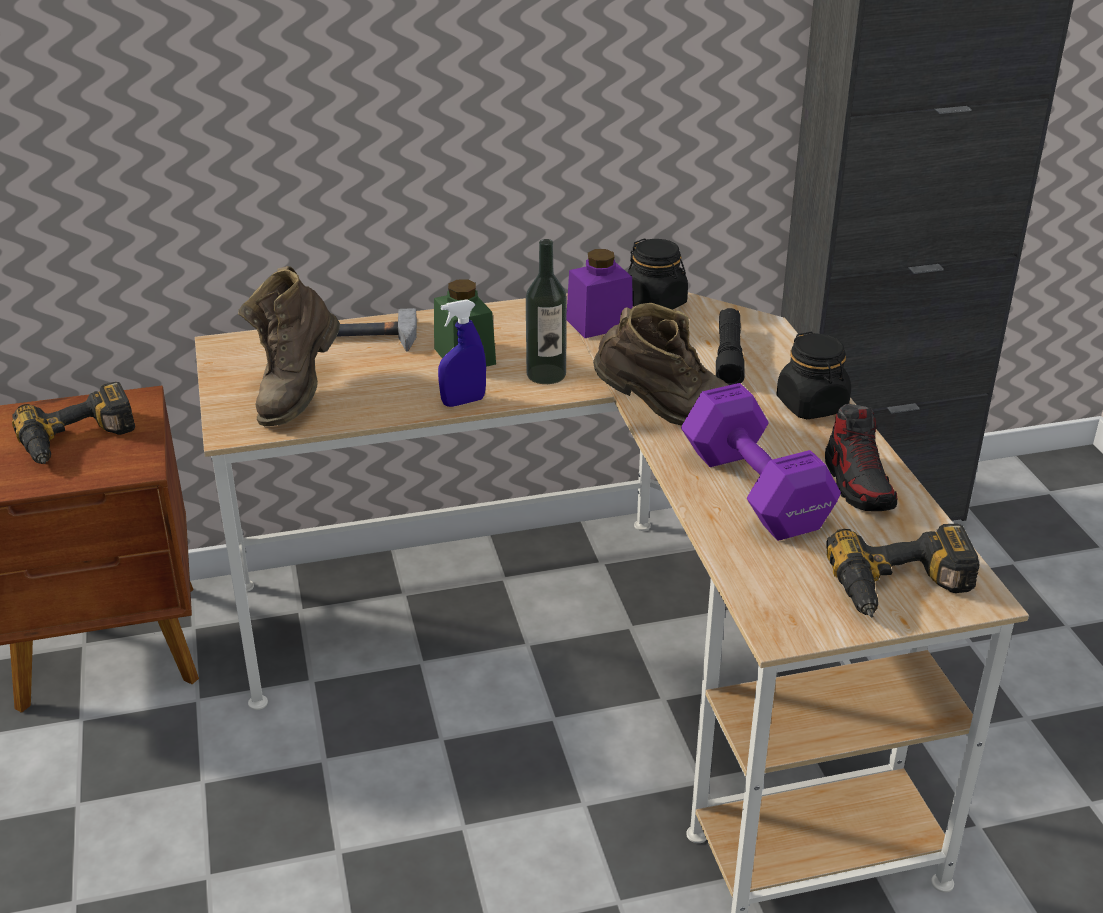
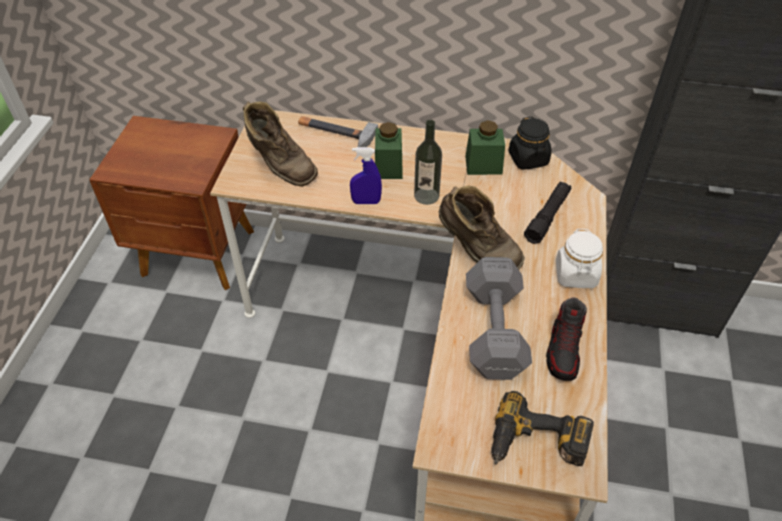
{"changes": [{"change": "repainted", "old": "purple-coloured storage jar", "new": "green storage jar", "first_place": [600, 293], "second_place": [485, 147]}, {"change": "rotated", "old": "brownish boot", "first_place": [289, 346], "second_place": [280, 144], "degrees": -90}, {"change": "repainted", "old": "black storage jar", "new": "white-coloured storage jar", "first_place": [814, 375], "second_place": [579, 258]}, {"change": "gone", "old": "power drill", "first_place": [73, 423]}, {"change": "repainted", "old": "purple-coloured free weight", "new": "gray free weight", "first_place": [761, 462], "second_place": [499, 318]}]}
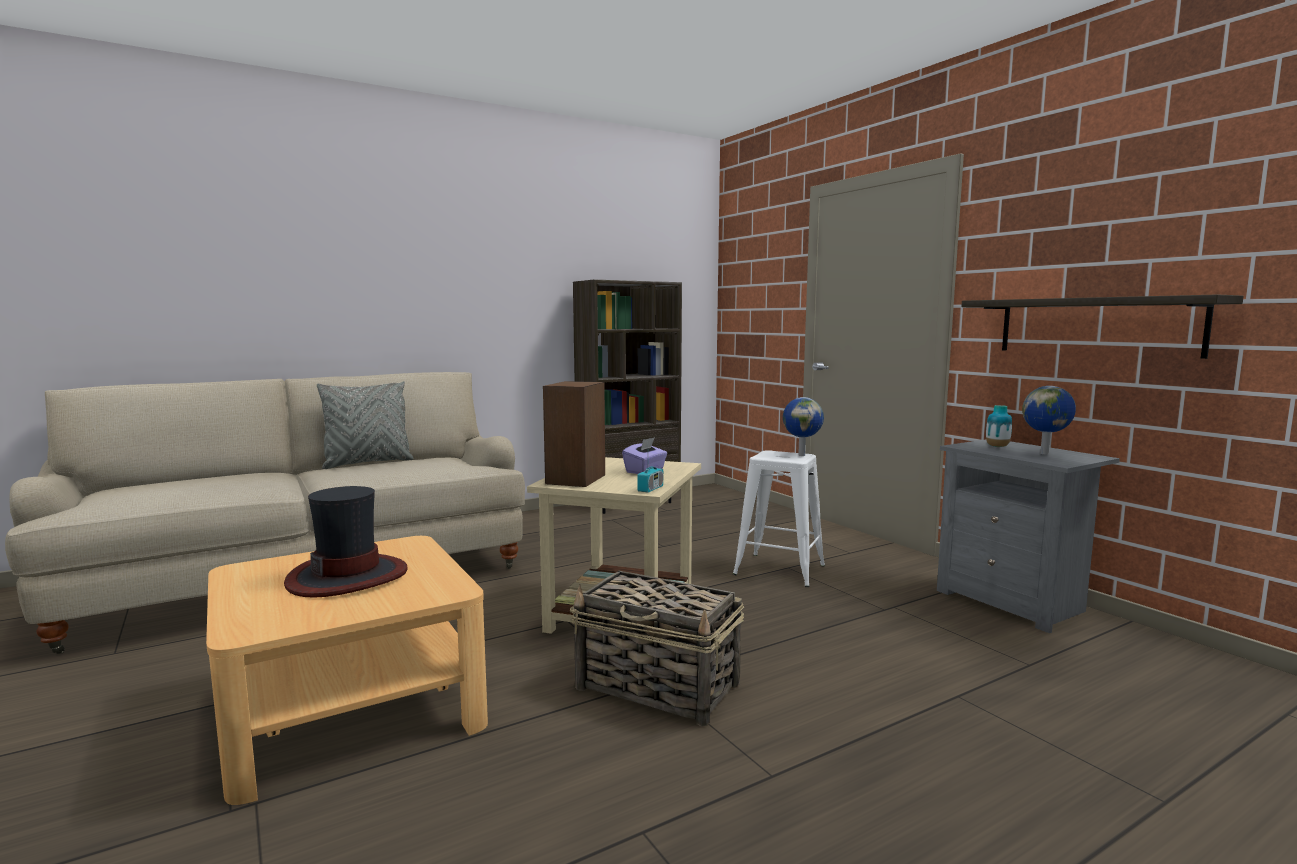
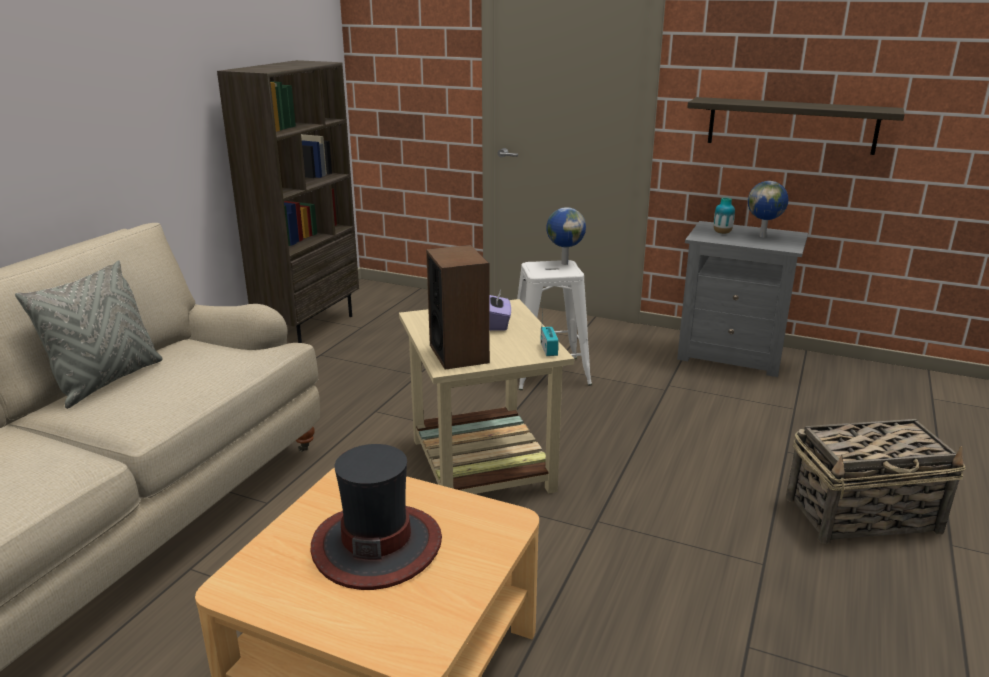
{"changes": [{"change": "shifted", "old": "basket", "first_place": [657, 649], "second_place": [876, 481]}]}
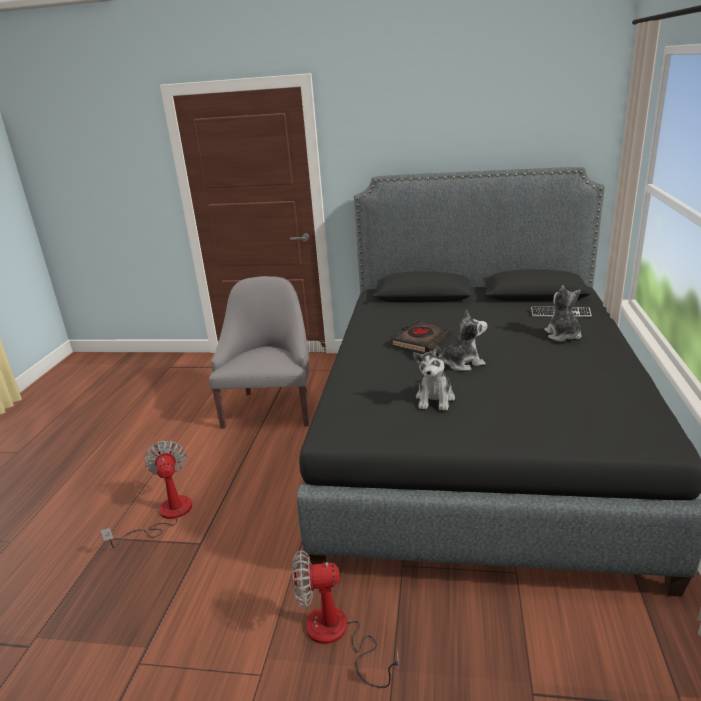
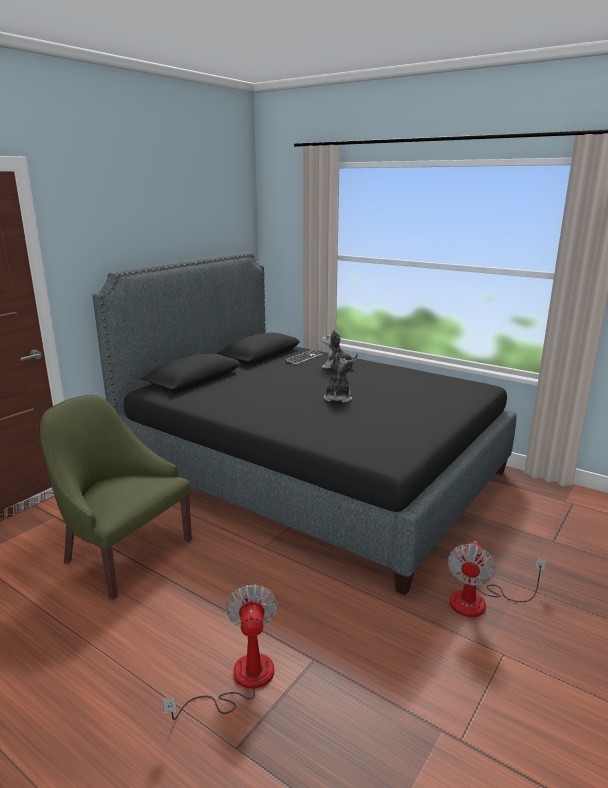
{"changes": [{"change": "repainted", "old": "gray armchair", "new": "green armchair", "first_place": [259, 352], "second_place": [116, 497]}, {"change": "gone", "old": "black book", "first_place": [421, 336]}, {"change": "gone", "old": "cuddly toy", "first_place": [434, 378]}, {"change": "rotated", "old": "cooling fan", "first_place": [146, 494], "second_place": [220, 652], "degrees": 75}]}
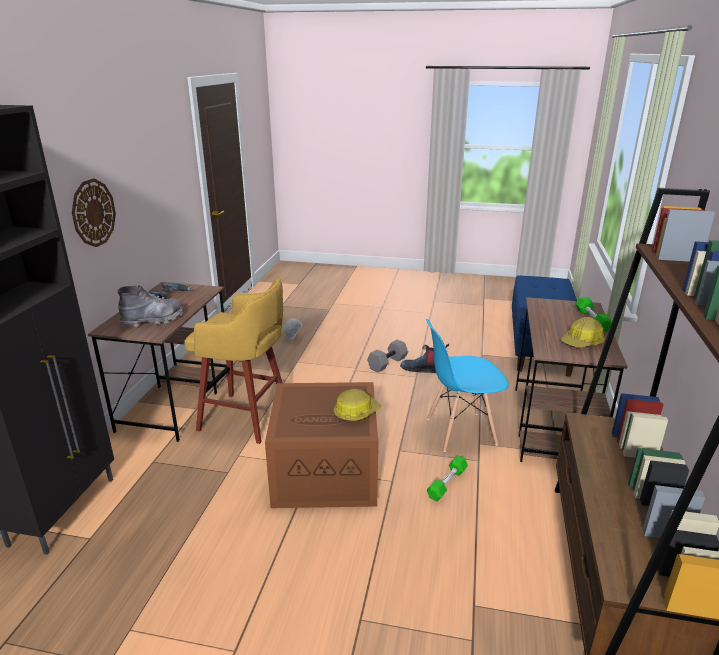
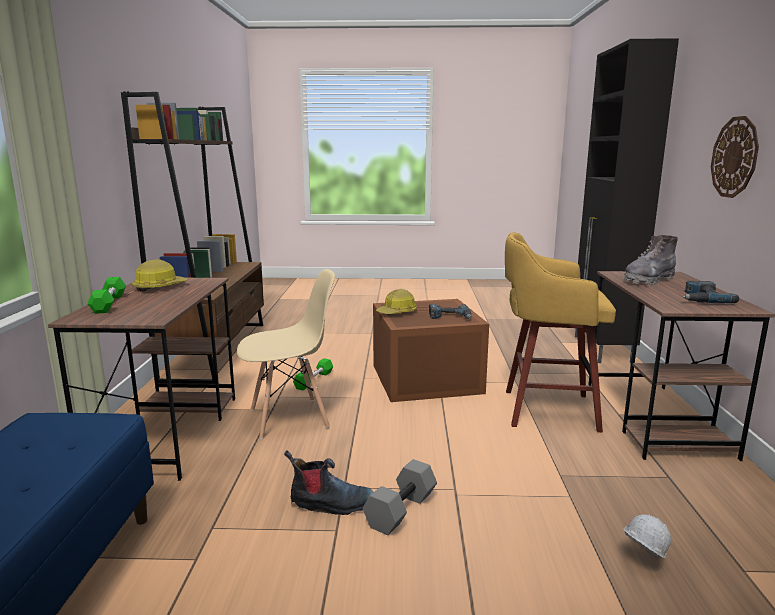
{"changes": [{"change": "repainted", "old": "blue upright chair", "new": "sand-coloured upright chair", "first_place": [467, 385], "second_place": [286, 354]}, {"change": "new", "new": "power drill", "second_place": [450, 311]}]}
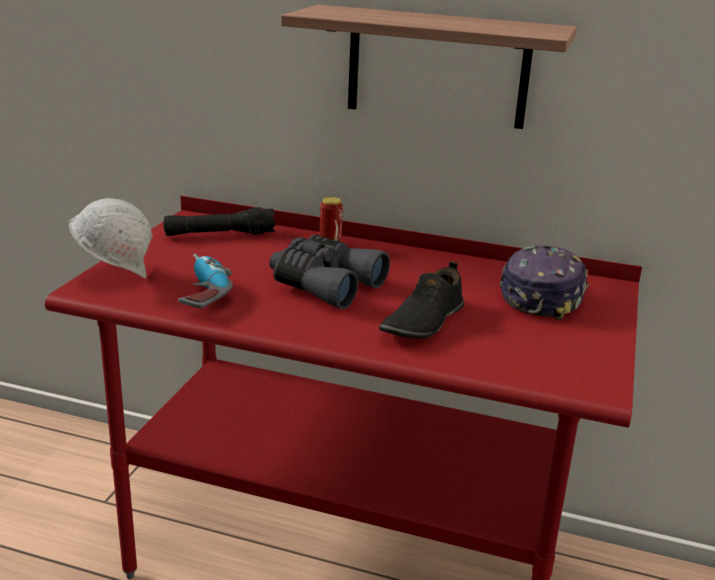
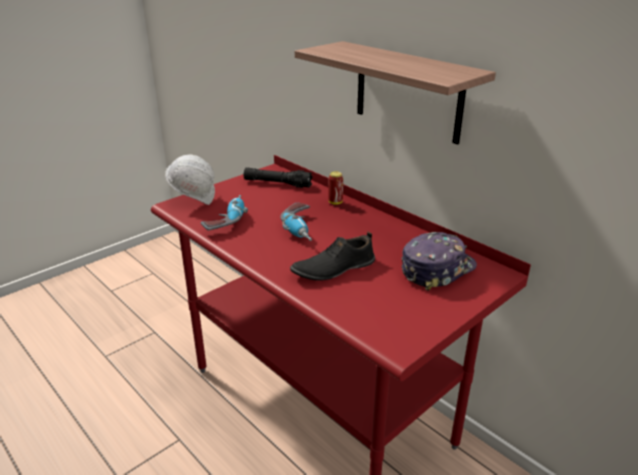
{"changes": [{"change": "swapped", "old": "gray binoculars", "new": "power drill", "first_place": [329, 272], "second_place": [296, 222]}]}
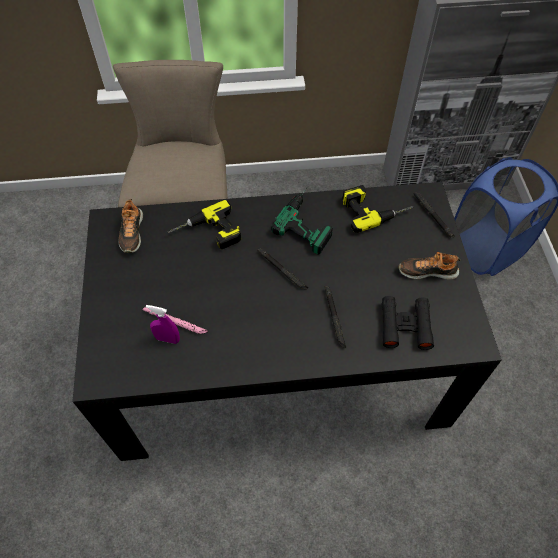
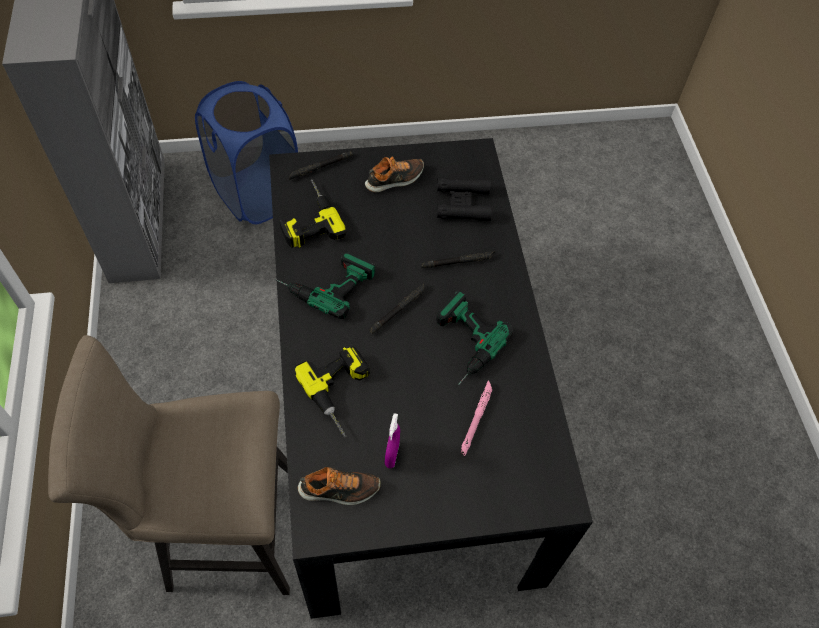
{"changes": [{"change": "rotated", "old": "shoe", "first_place": [429, 266], "second_place": [394, 174], "degrees": -120}, {"change": "shifted", "old": "purple-coloured sprayer", "first_place": [163, 324], "second_place": [392, 440]}, {"change": "new", "new": "power drill", "second_place": [474, 338]}]}
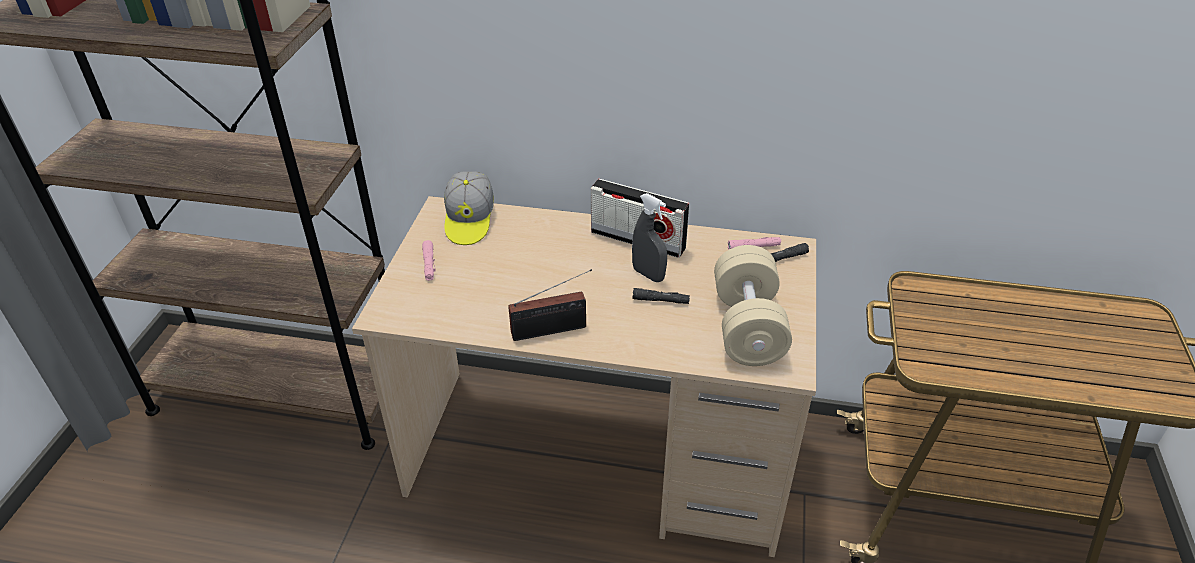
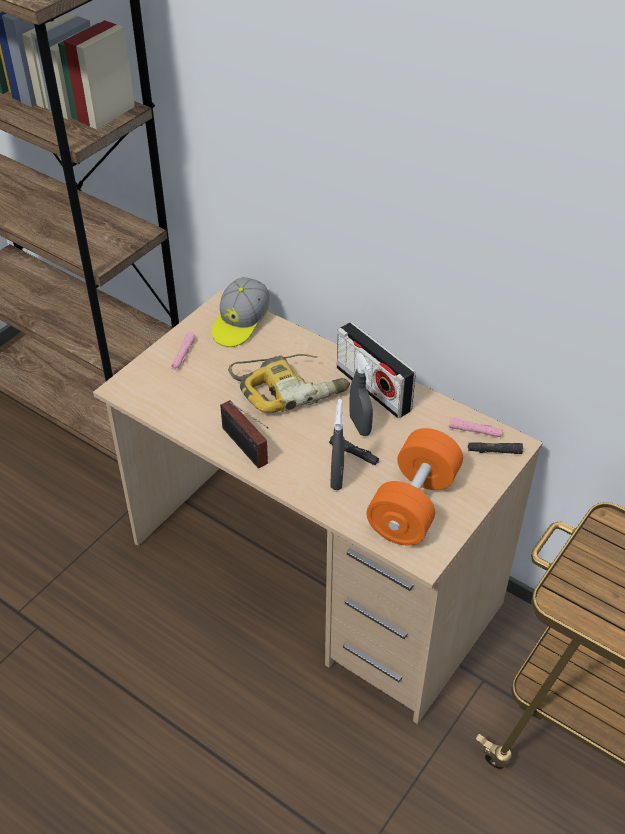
{"changes": [{"change": "repainted", "old": "sand-coloured free weight", "new": "orange-coloured free weight", "first_place": [753, 305], "second_place": [414, 487]}, {"change": "rotated", "old": "radio receiver", "first_place": [550, 305], "second_place": [244, 434], "degrees": 45}, {"change": "new", "new": "power drill", "second_place": [289, 383]}, {"change": "new", "new": "gray sprayer", "second_place": [337, 444]}]}
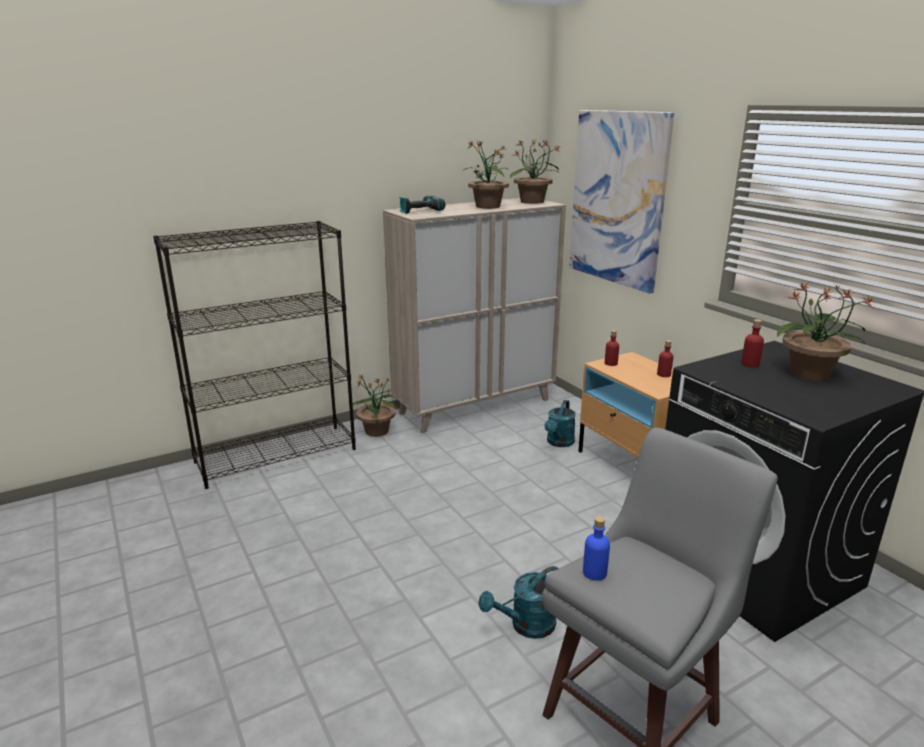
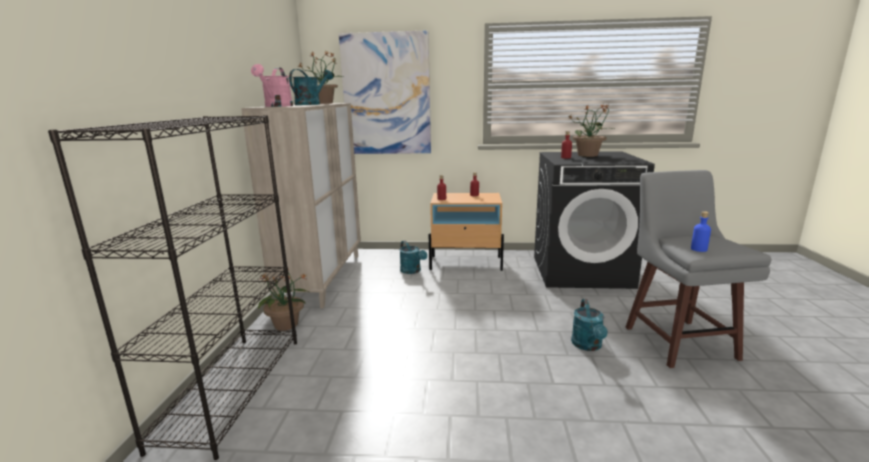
{"changes": [{"change": "swapped", "old": "plant in a pot", "new": "turquoise watering pot", "first_place": [485, 174], "second_place": [311, 87]}, {"change": "swapped", "old": "power drill", "new": "pinkish watering pot", "first_place": [422, 205], "second_place": [272, 85]}]}
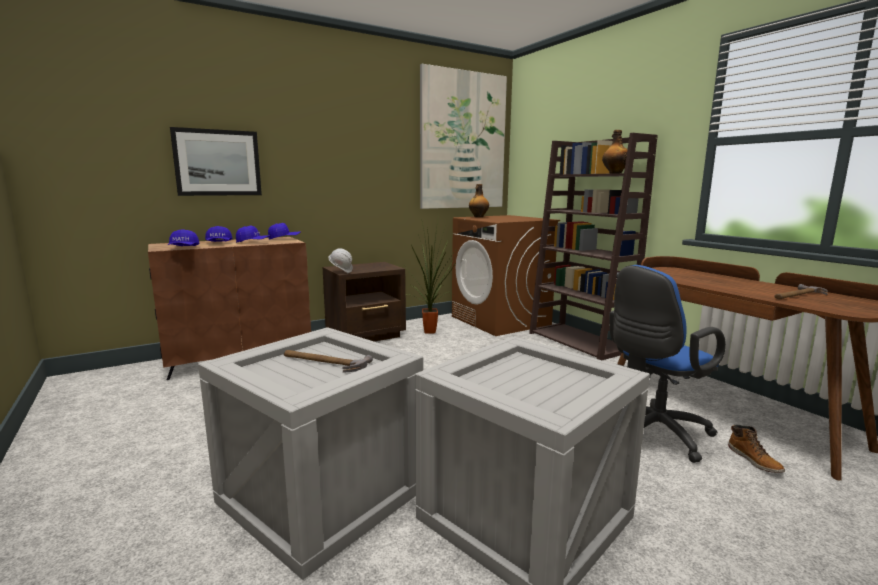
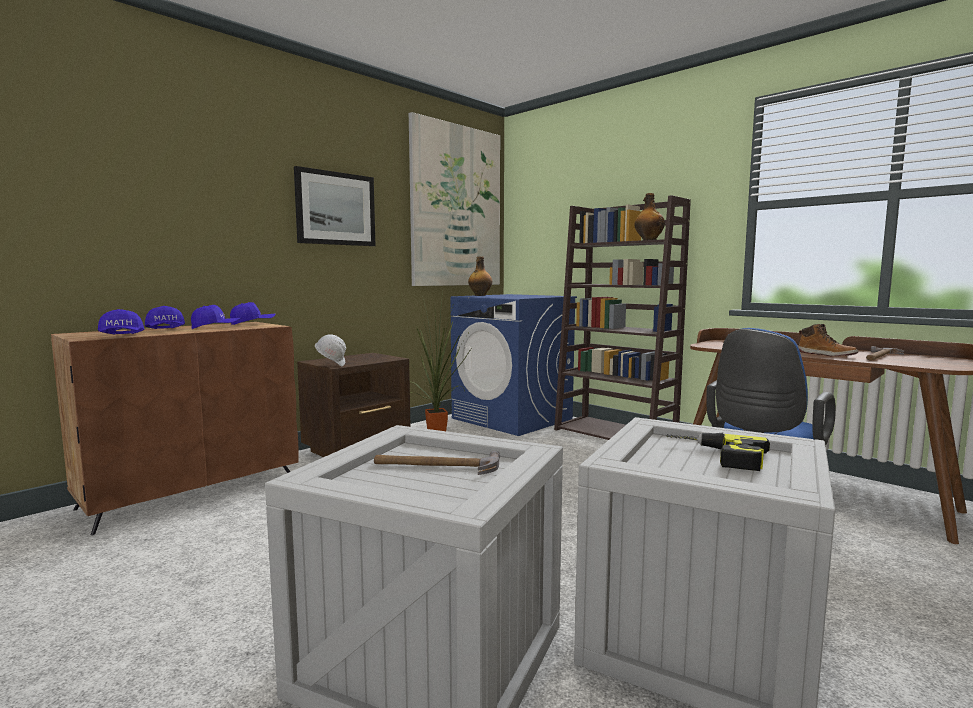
{"changes": [{"change": "shifted", "old": "wall picture", "first_place": [216, 161], "second_place": [335, 206]}, {"change": "repainted", "old": "brownish laundry appliance", "new": "blue laundry appliance", "first_place": [506, 275], "second_place": [513, 365]}, {"change": "shifted", "old": "boot", "first_place": [756, 449], "second_place": [828, 340]}, {"change": "new", "new": "power drill", "second_place": [718, 452]}]}
